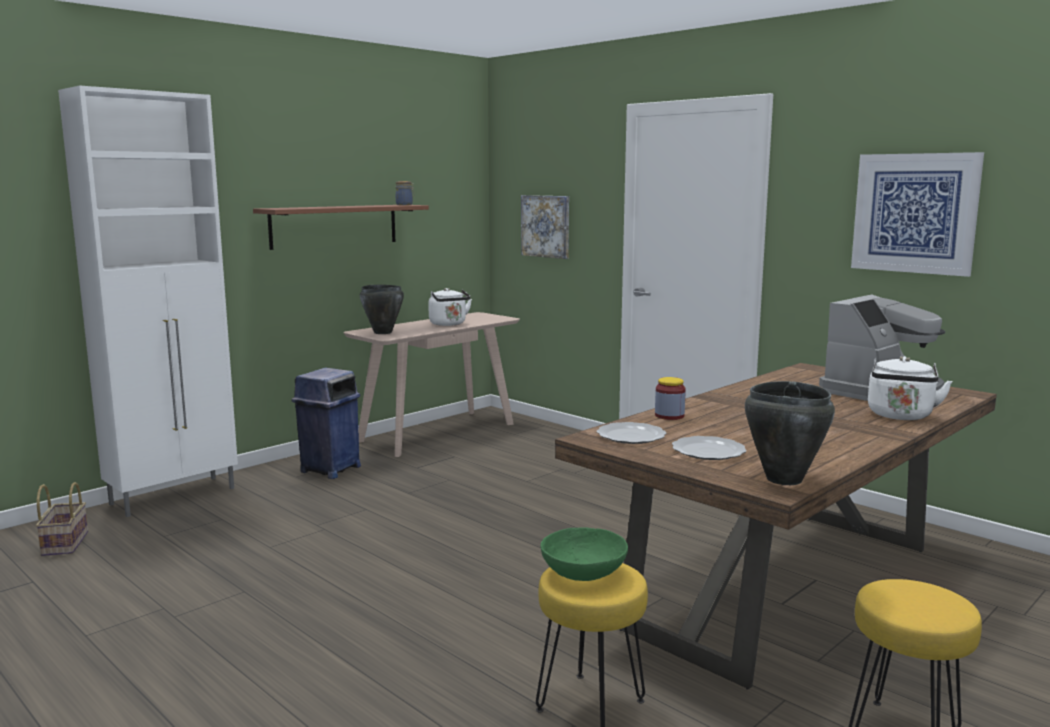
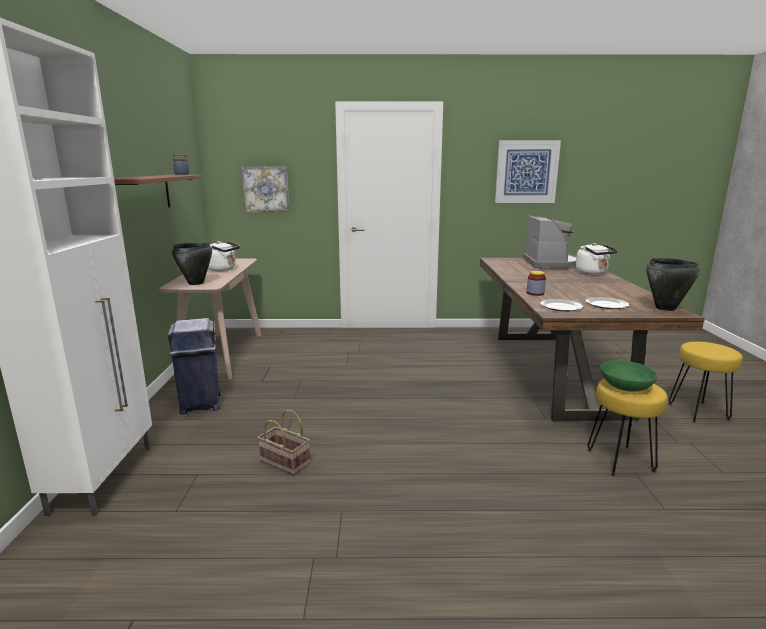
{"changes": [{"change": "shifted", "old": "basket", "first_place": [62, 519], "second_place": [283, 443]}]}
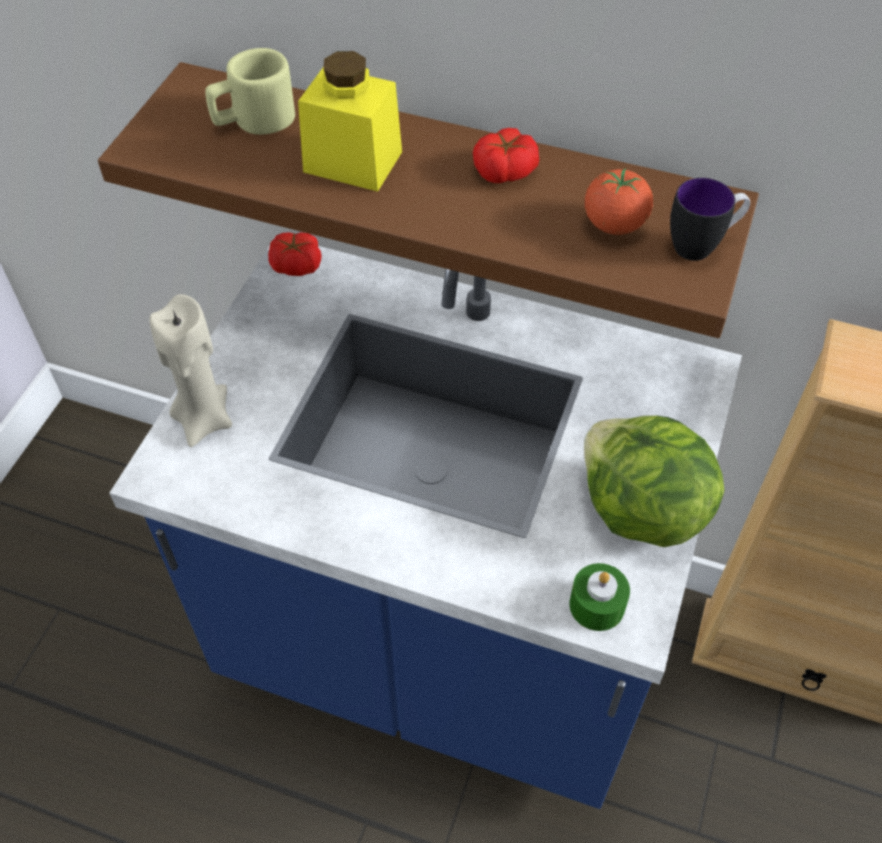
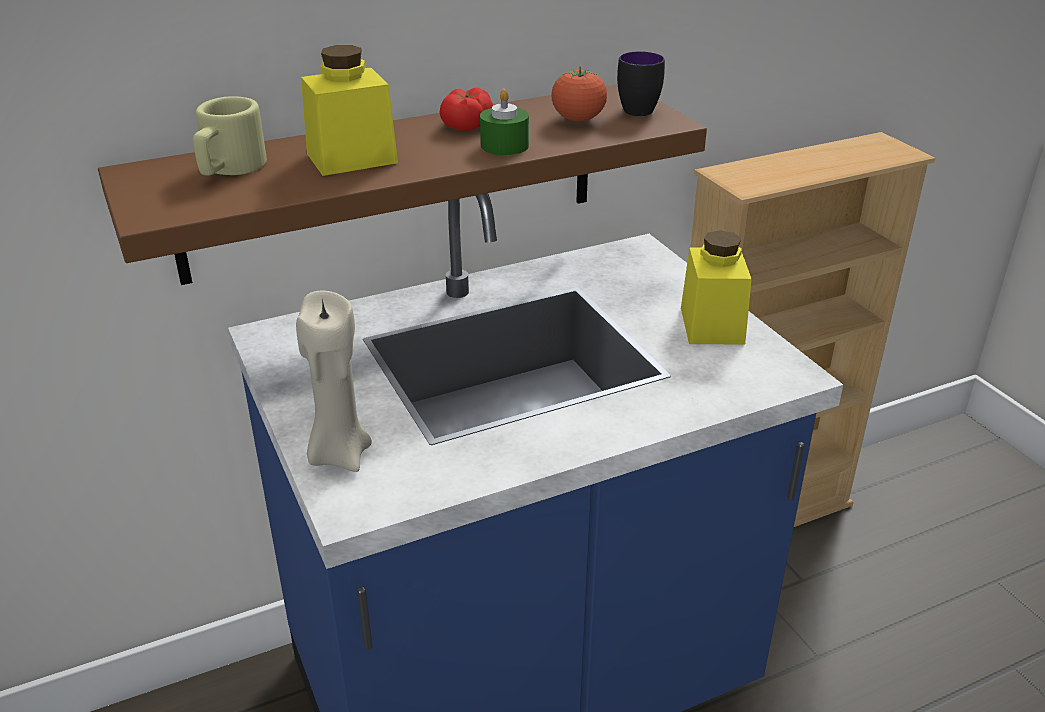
{"changes": [{"change": "gone", "old": "whole tomato", "first_place": [294, 254]}, {"change": "swapped", "old": "lettuce", "new": "yellowish storage jar", "first_place": [654, 481], "second_place": [716, 287]}, {"change": "shifted", "old": "green wax candle", "first_place": [599, 597], "second_place": [504, 122]}]}
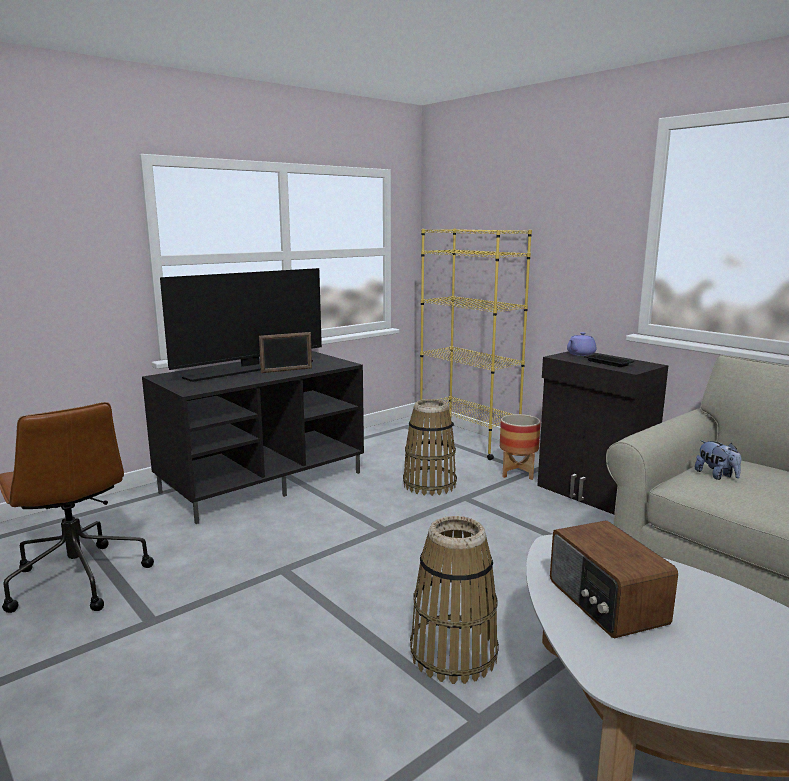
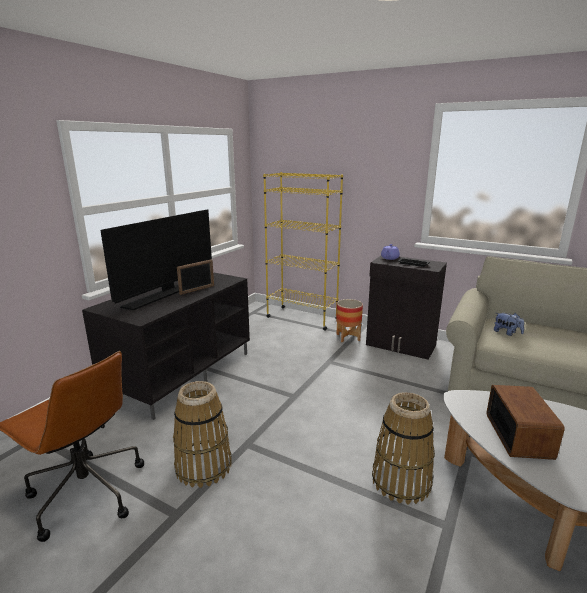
{"changes": [{"change": "shifted", "old": "basket", "first_place": [430, 447], "second_place": [202, 434]}, {"change": "rotated", "old": "radio receiver", "first_place": [614, 579], "second_place": [525, 422], "degrees": -135}]}
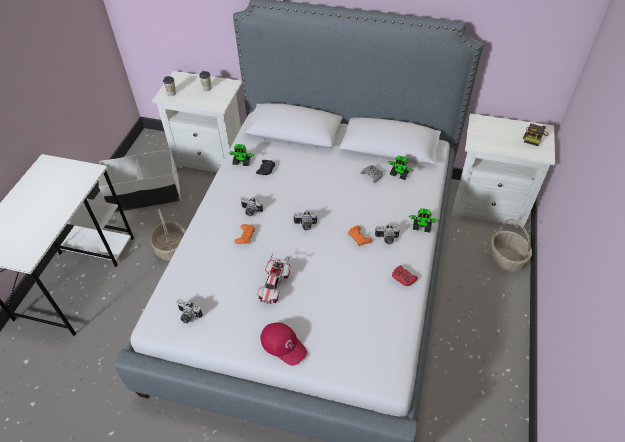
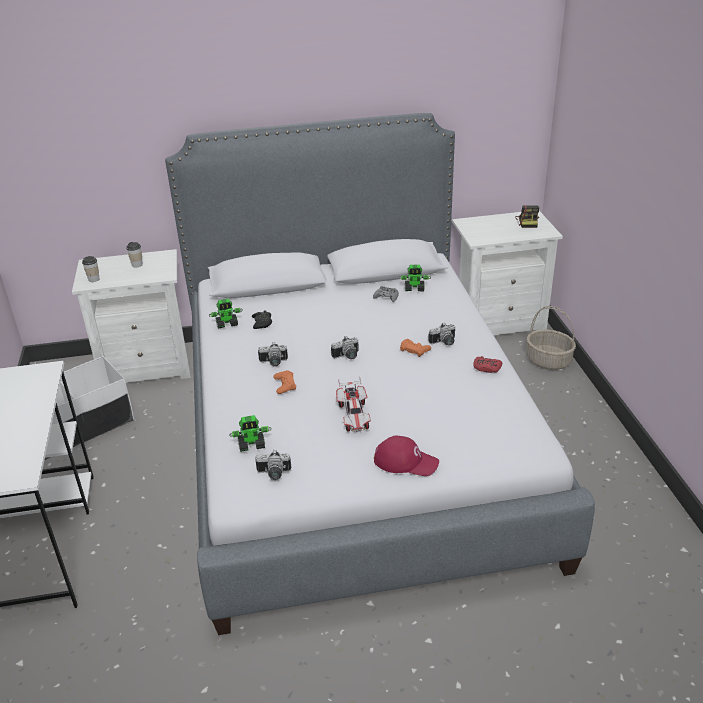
{"changes": [{"change": "shifted", "old": "model robot", "first_place": [424, 220], "second_place": [250, 433]}, {"change": "gone", "old": "basket", "first_place": [168, 235]}]}
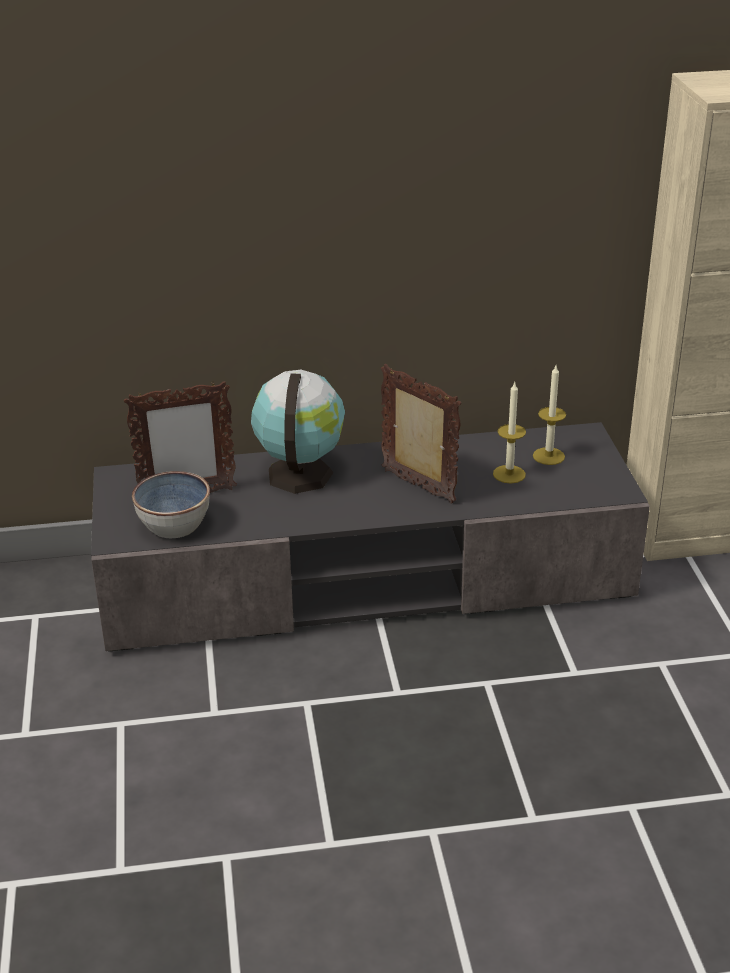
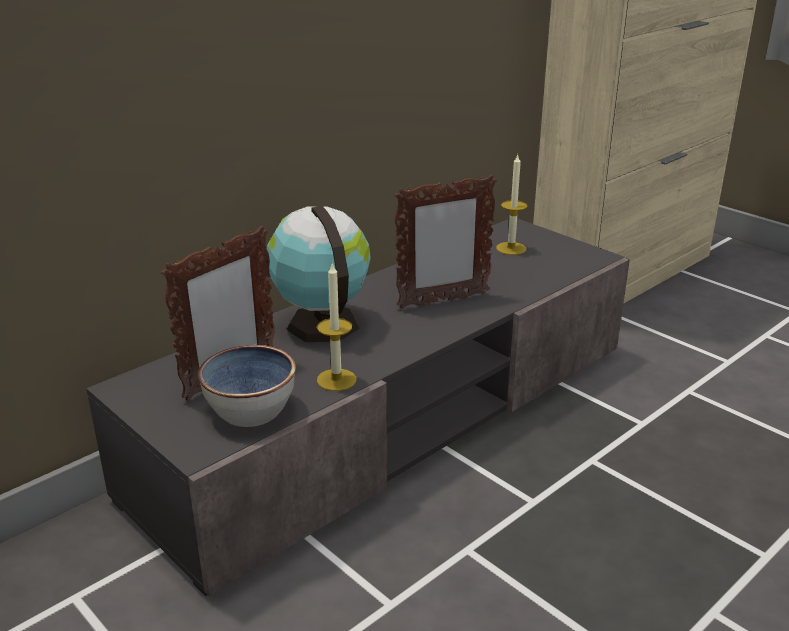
{"changes": [{"change": "rotated", "old": "photo frame", "first_place": [421, 434], "second_place": [445, 242], "degrees": 150}, {"change": "shifted", "old": "wax candle", "first_place": [509, 432], "second_place": [336, 326]}]}
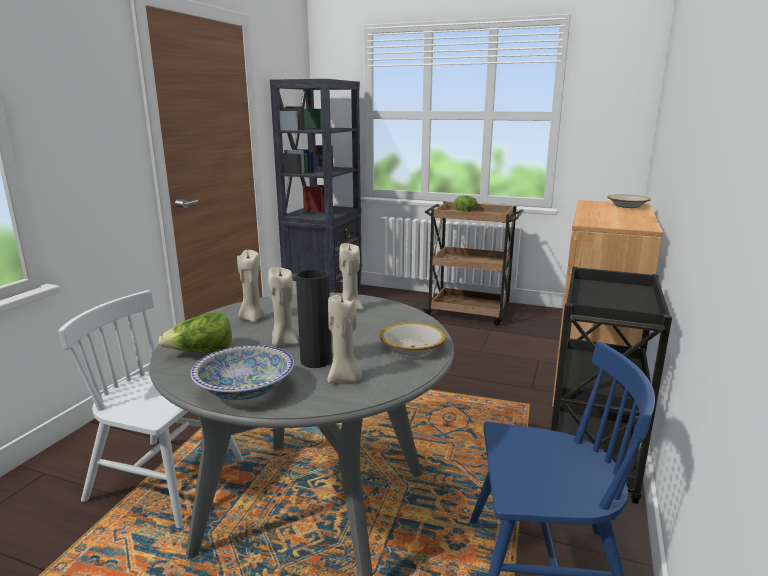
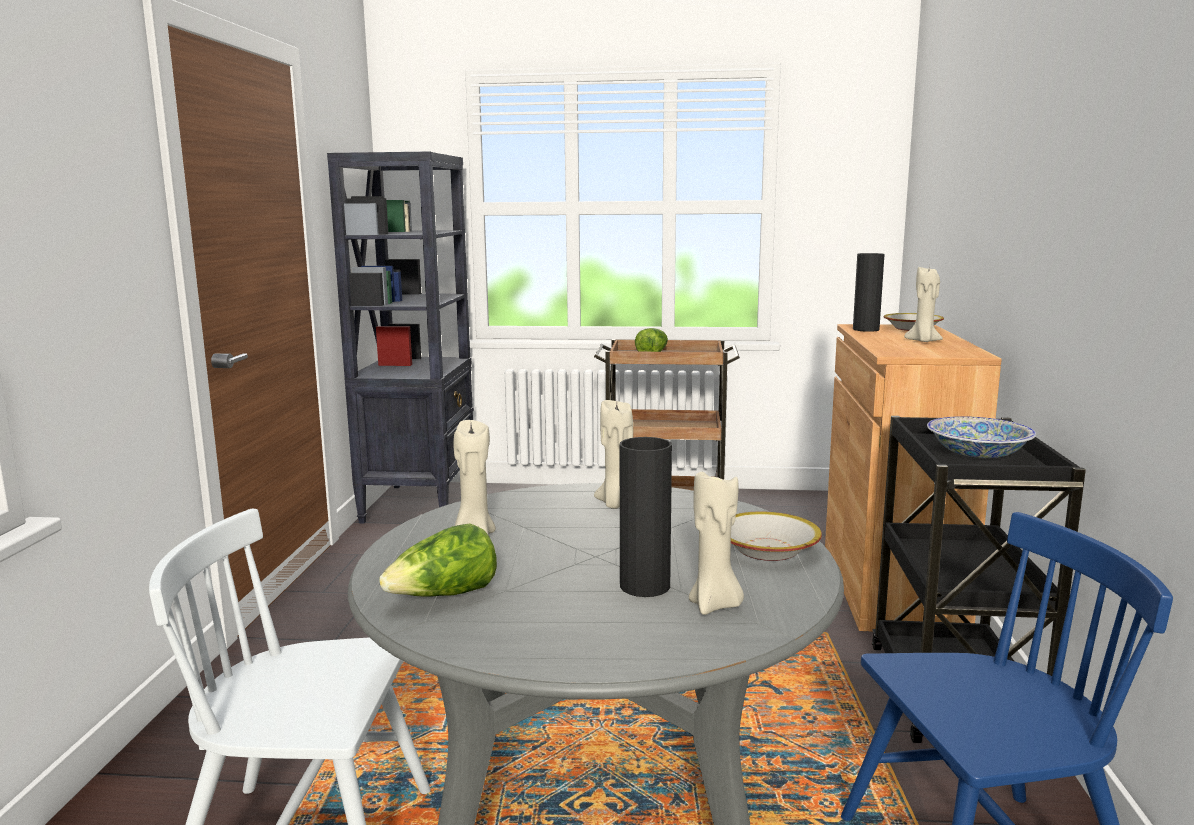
{"changes": [{"change": "shifted", "old": "sand-coloured wax candle", "first_place": [283, 307], "second_place": [923, 303]}, {"change": "shifted", "old": "bowl", "first_place": [242, 372], "second_place": [981, 437]}, {"change": "new", "new": "black decorative vase", "second_place": [869, 292]}]}
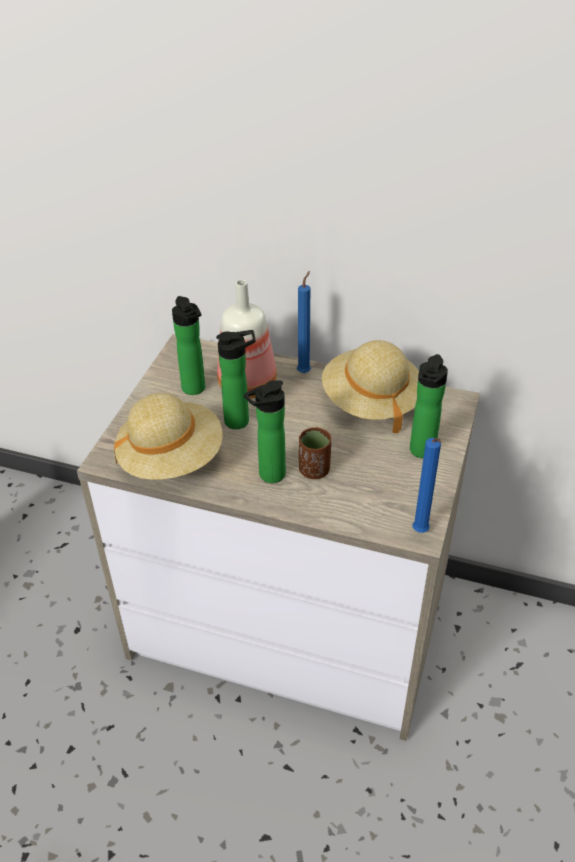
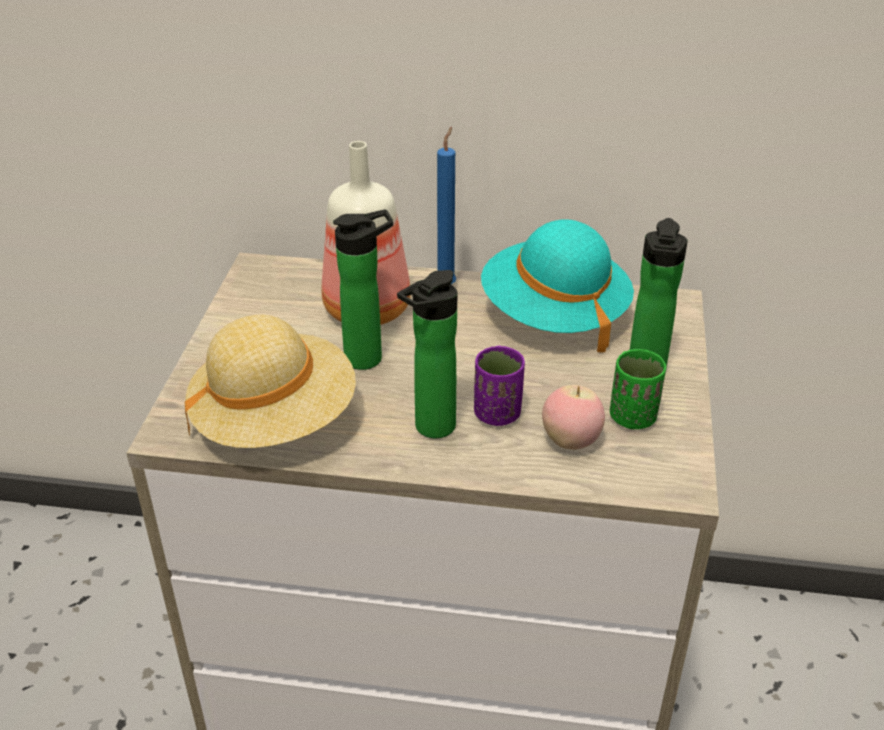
{"changes": [{"change": "gone", "old": "bottle", "first_place": [188, 345]}, {"change": "repainted", "old": "sand-coloured clothing hat", "new": "turquoise clothing hat", "first_place": [370, 386], "second_place": [557, 285]}, {"change": "repainted", "old": "brownish drinking cup", "new": "purple-coloured drinking cup", "first_place": [315, 453], "second_place": [499, 385]}, {"change": "gone", "old": "blue wax candle", "first_place": [427, 485]}, {"change": "new", "new": "green drinking cup", "second_place": [638, 389]}, {"change": "new", "new": "whole apple", "second_place": [573, 417]}]}
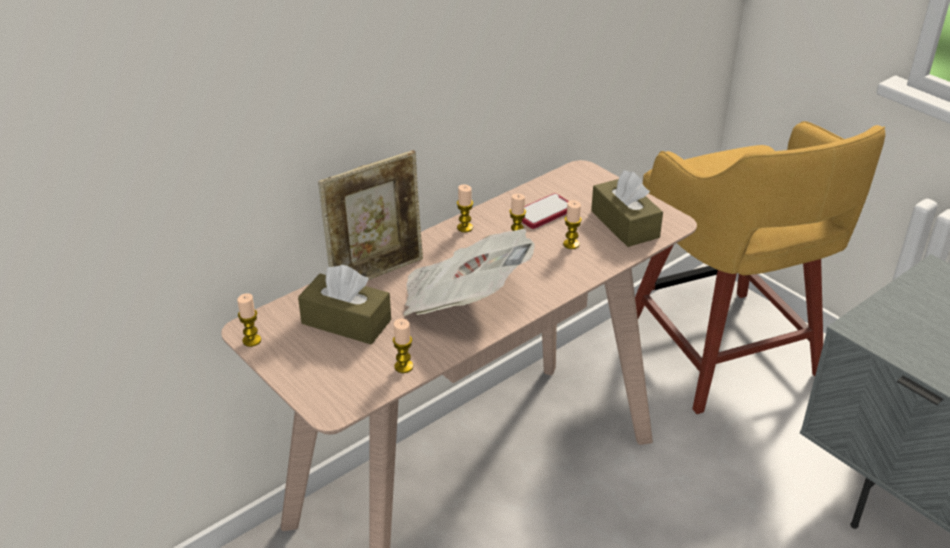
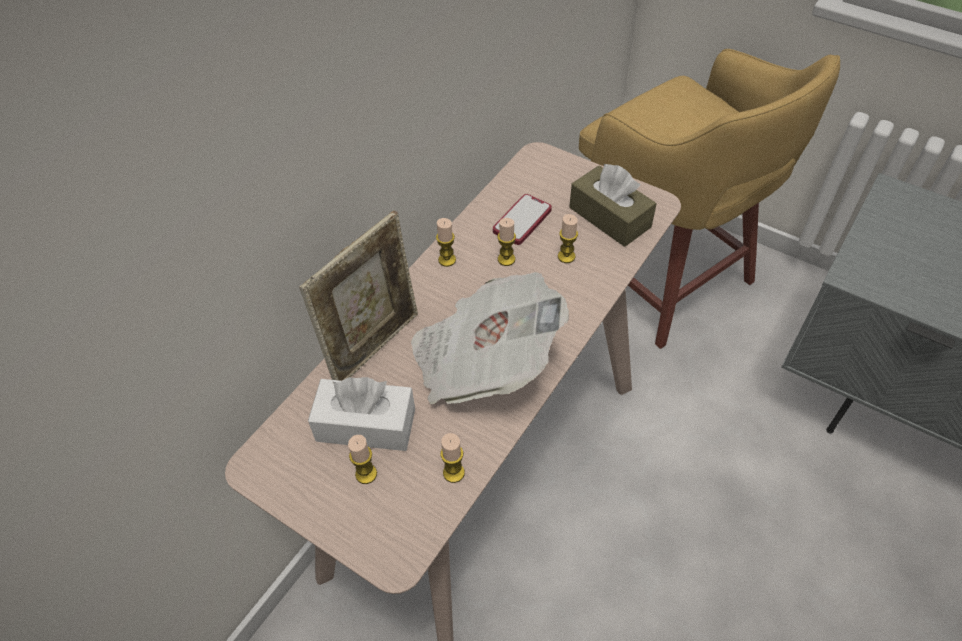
{"changes": [{"change": "repainted", "old": "brownish tissue holder", "new": "white-coloured tissue holder", "first_place": [344, 304], "second_place": [361, 414]}, {"change": "shifted", "old": "wax candle", "first_place": [249, 320], "second_place": [362, 459]}]}
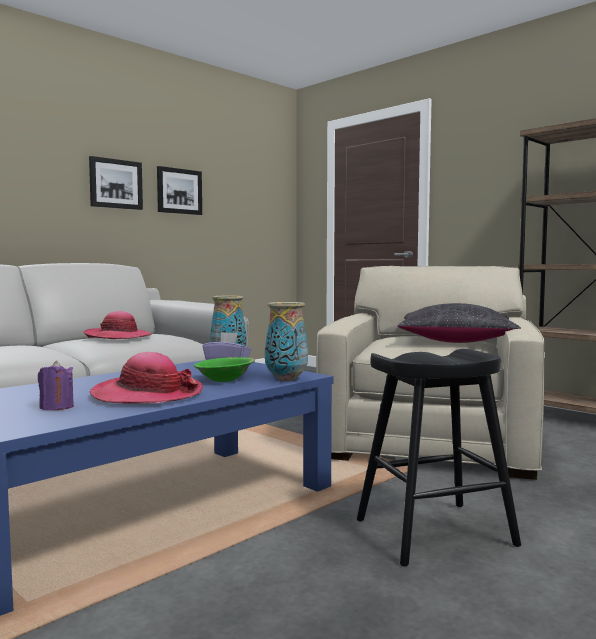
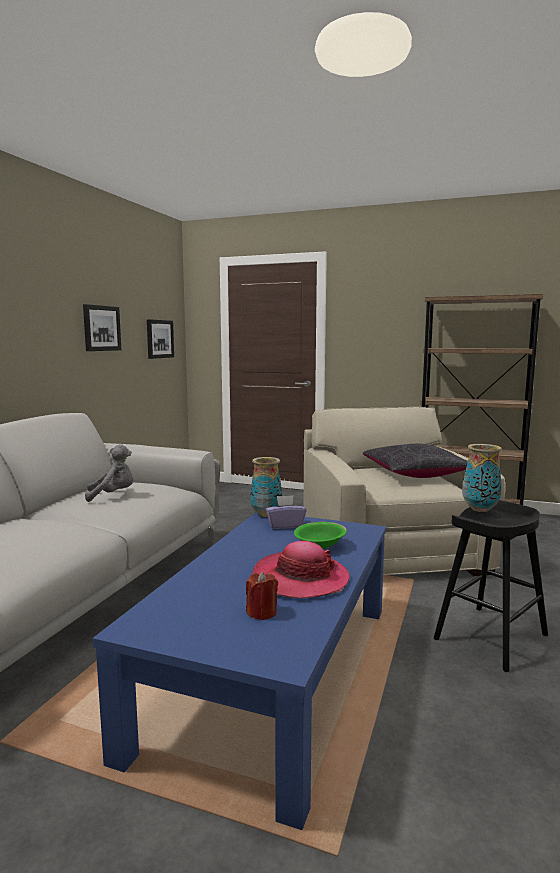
{"changes": [{"change": "shifted", "old": "wall picture", "first_place": [116, 183], "second_place": [160, 339]}, {"change": "shifted", "old": "decorative vase", "first_place": [286, 341], "second_place": [482, 478]}, {"change": "swapped", "old": "clothing hat", "new": "gray cuddly toy", "first_place": [118, 325], "second_place": [109, 473]}, {"change": "repainted", "old": "purple-coloured wax candle", "new": "red-coloured wax candle", "first_place": [56, 385], "second_place": [262, 596]}]}
